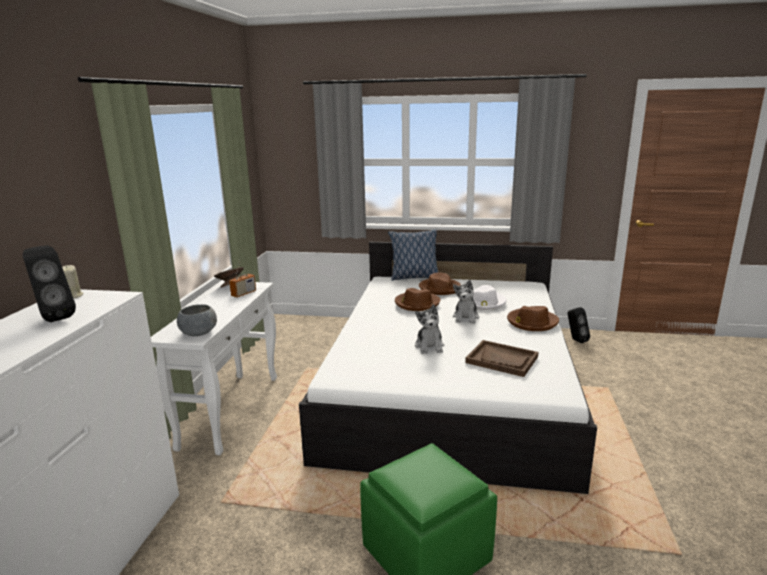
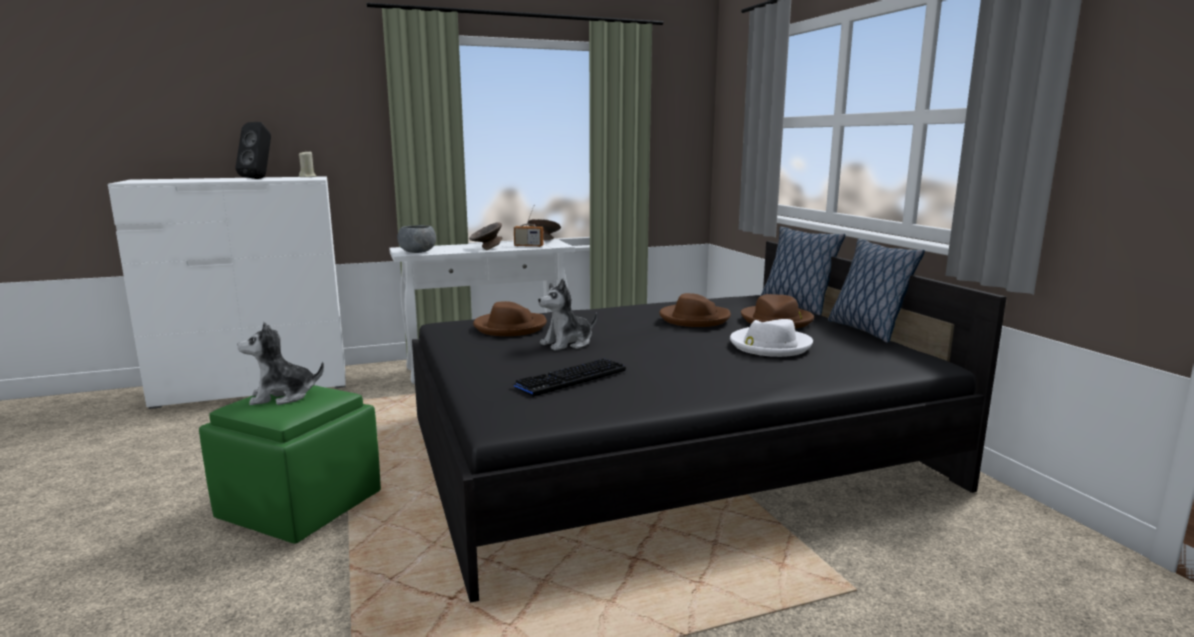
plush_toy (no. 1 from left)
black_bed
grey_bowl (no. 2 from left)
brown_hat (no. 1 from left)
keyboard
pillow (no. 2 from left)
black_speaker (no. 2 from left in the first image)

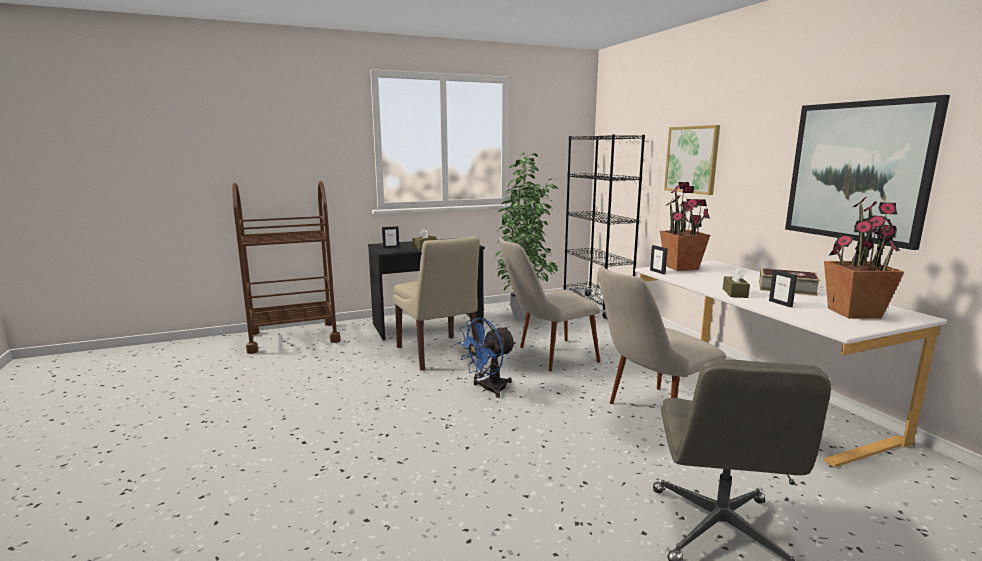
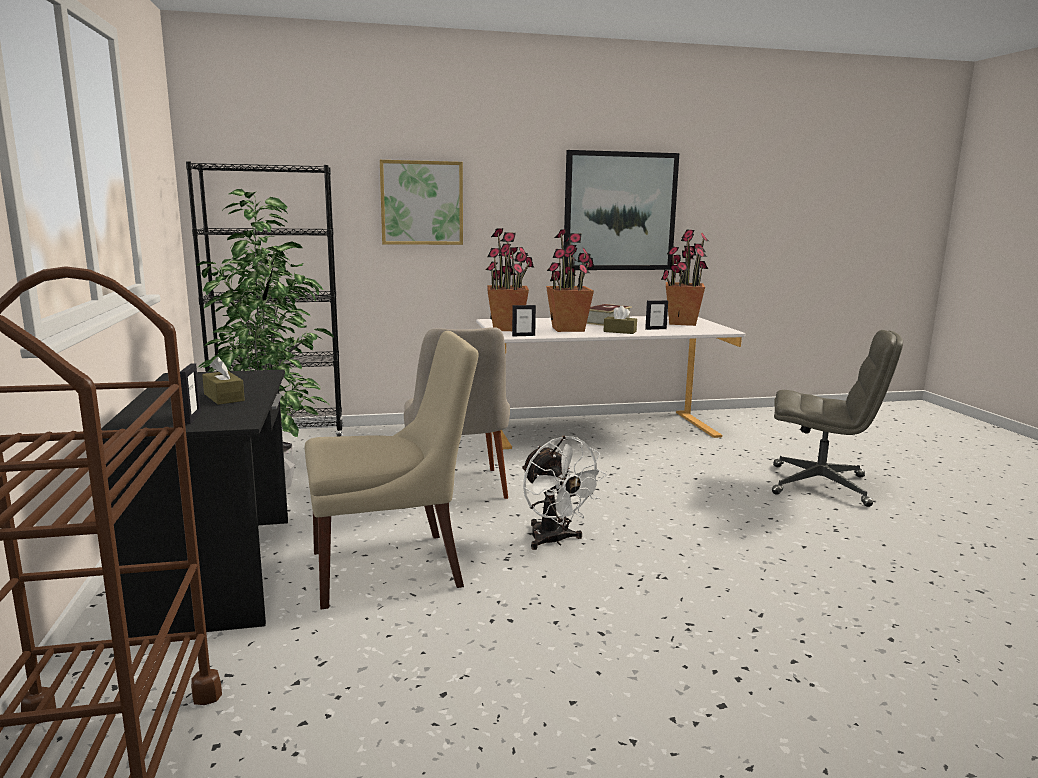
white_fan
potted_plant (no. 3 from left)
beige_chair (no. 3 from left in the first image)

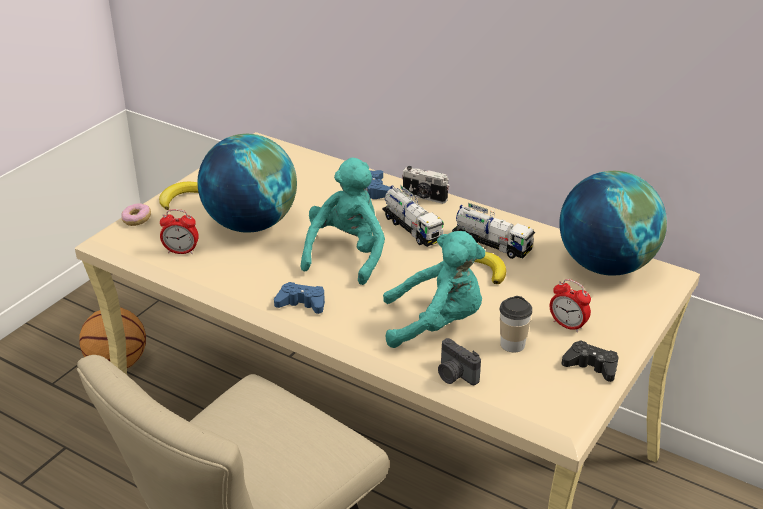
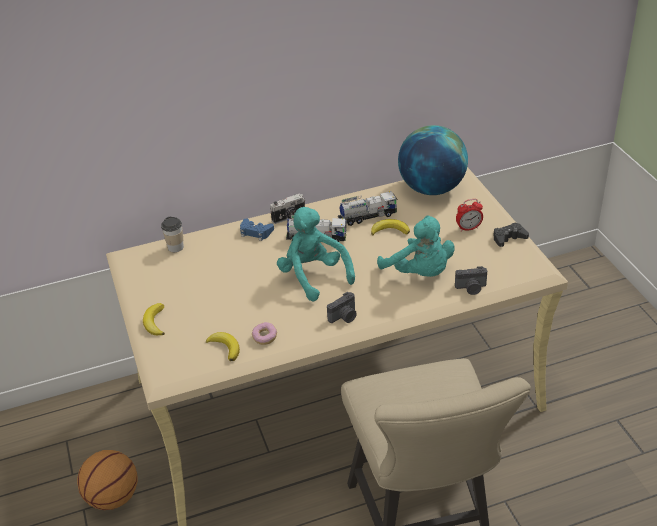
cup
banana (no. 2 from left)
donut
photo_camera (no. 2 from left)
turquoise_plush_toy (no. 2 from left)
globe (no. 1 from left in the first image)

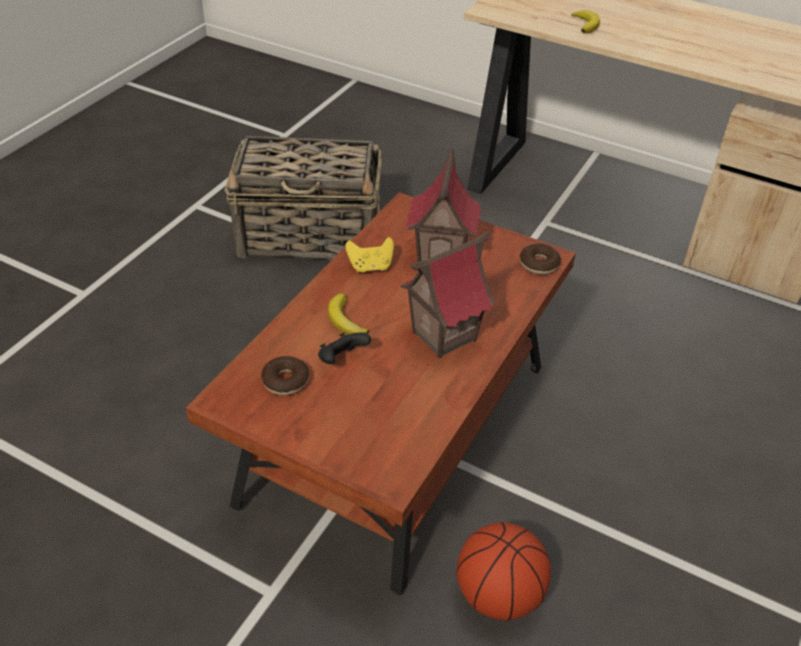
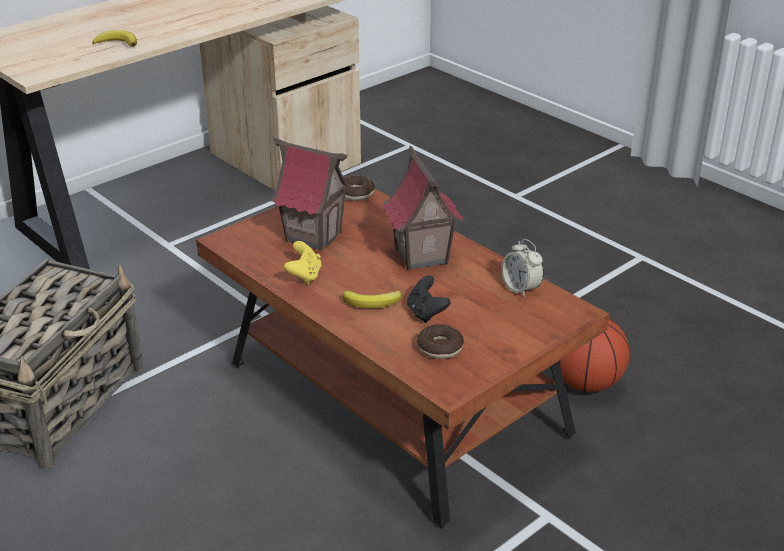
alarm_clock

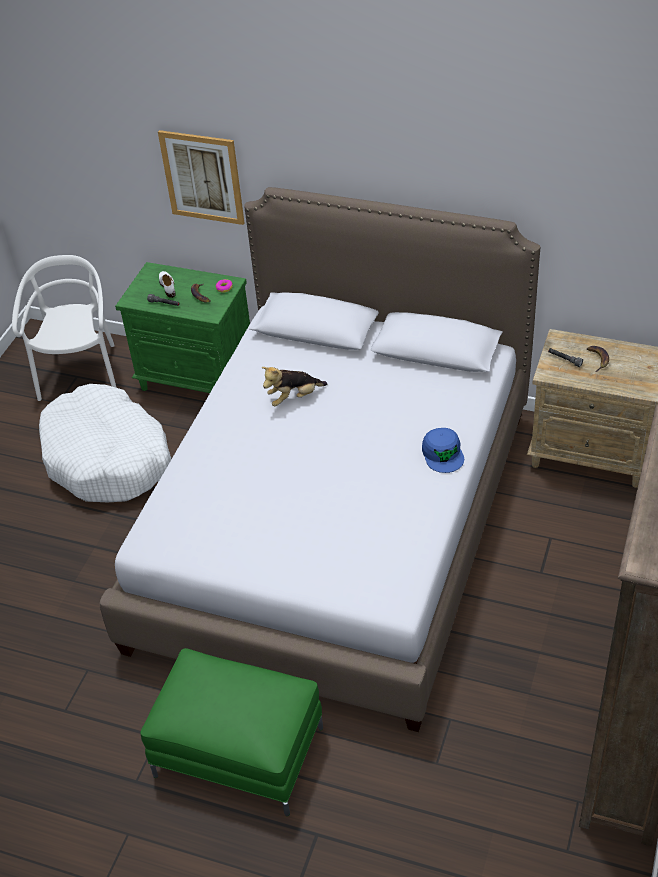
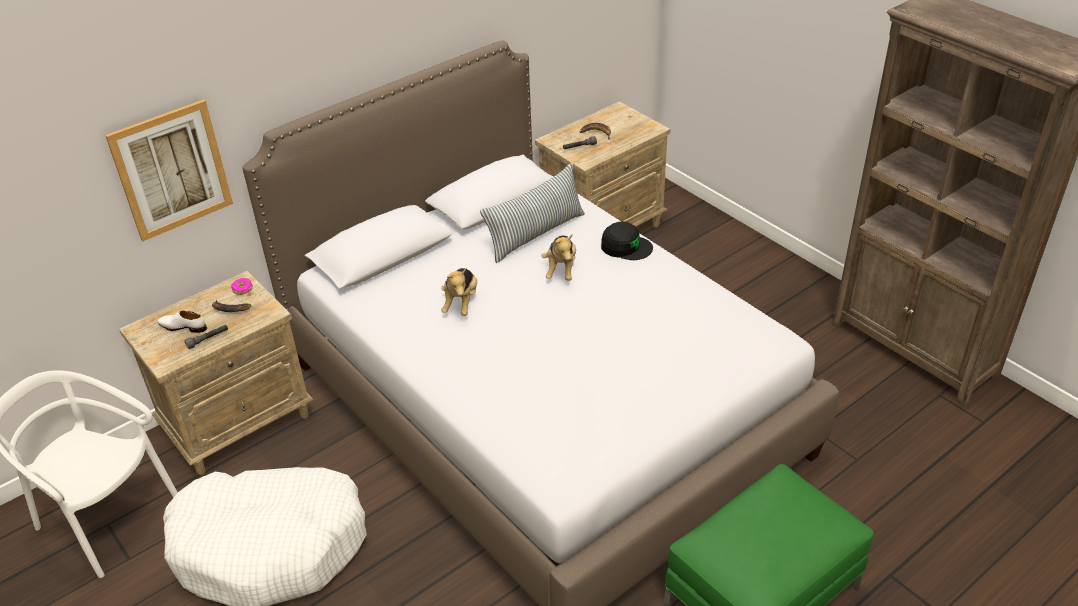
beige_nightstand (no. 1 from left)
pillow
plush_toy (no. 2 from left)
black_cap

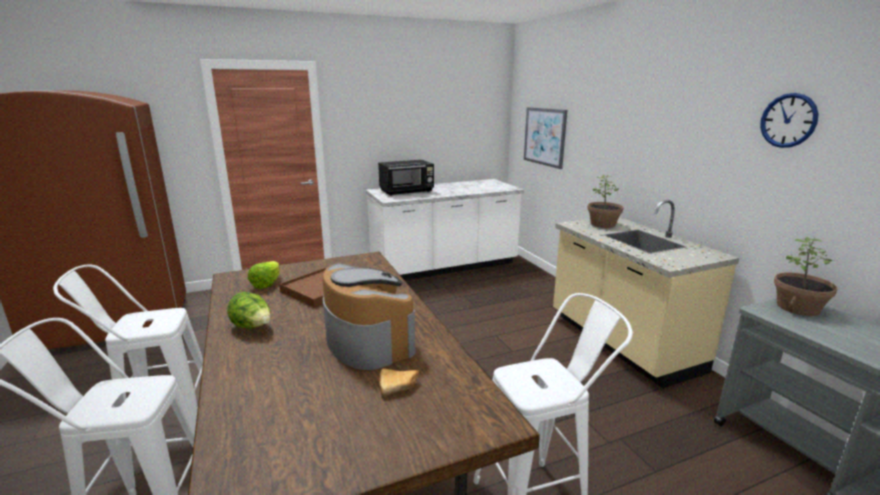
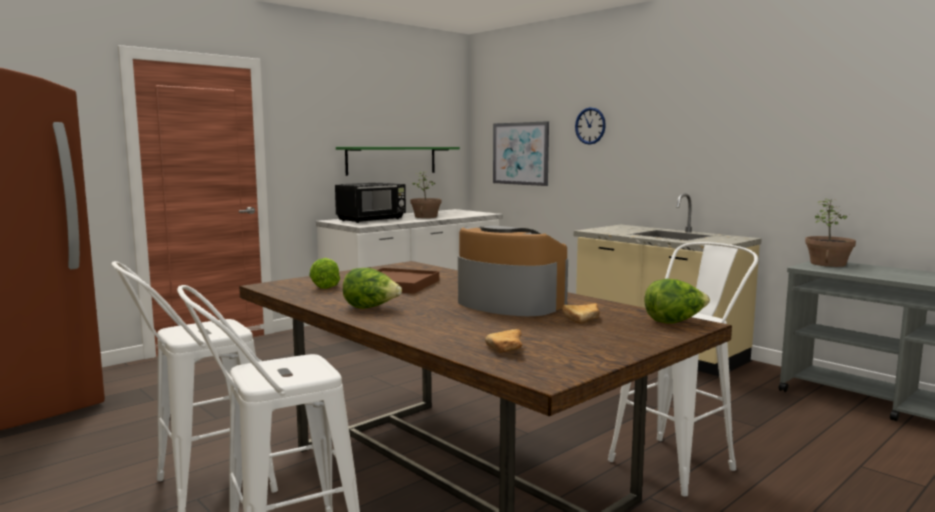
green_shelf
potted_plant (no. 1 from left)
bread (no. 1 from left)
wall_clock
lettuce (no. 3 from left)

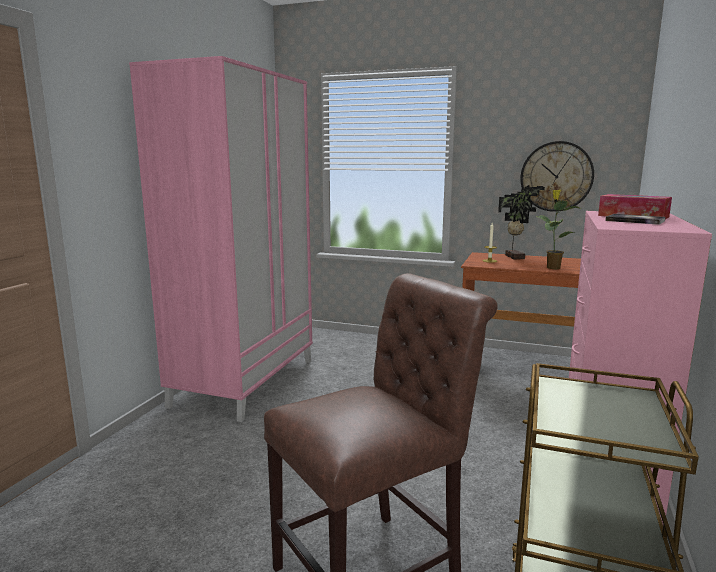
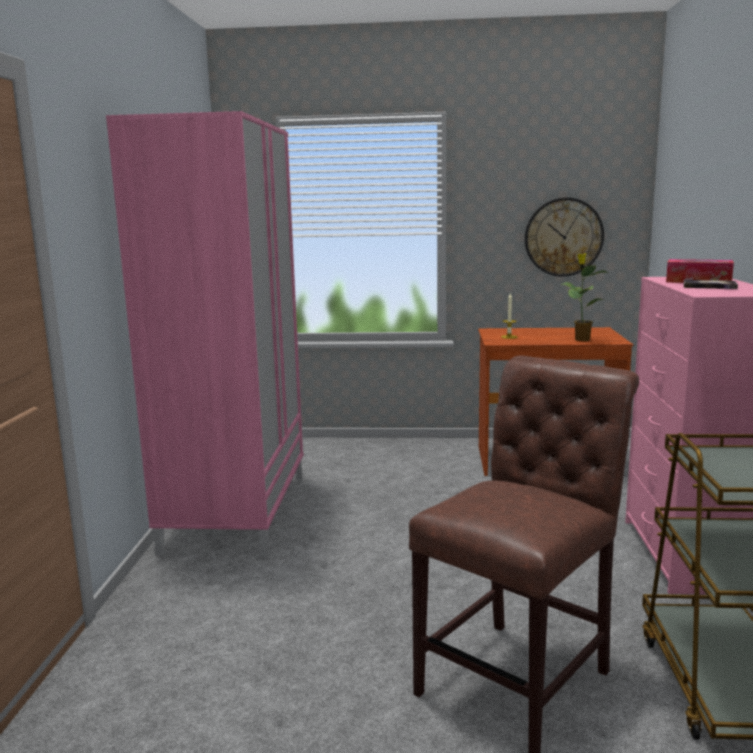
potted_plant (no. 1 from left in the first image)

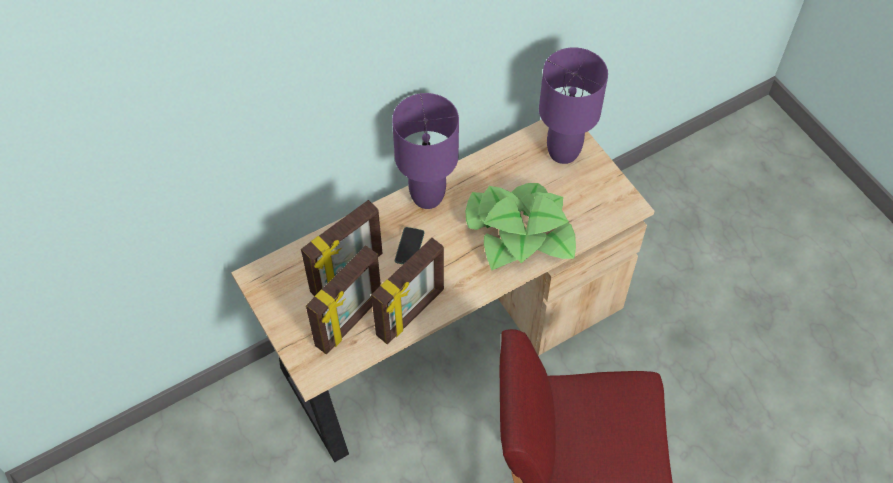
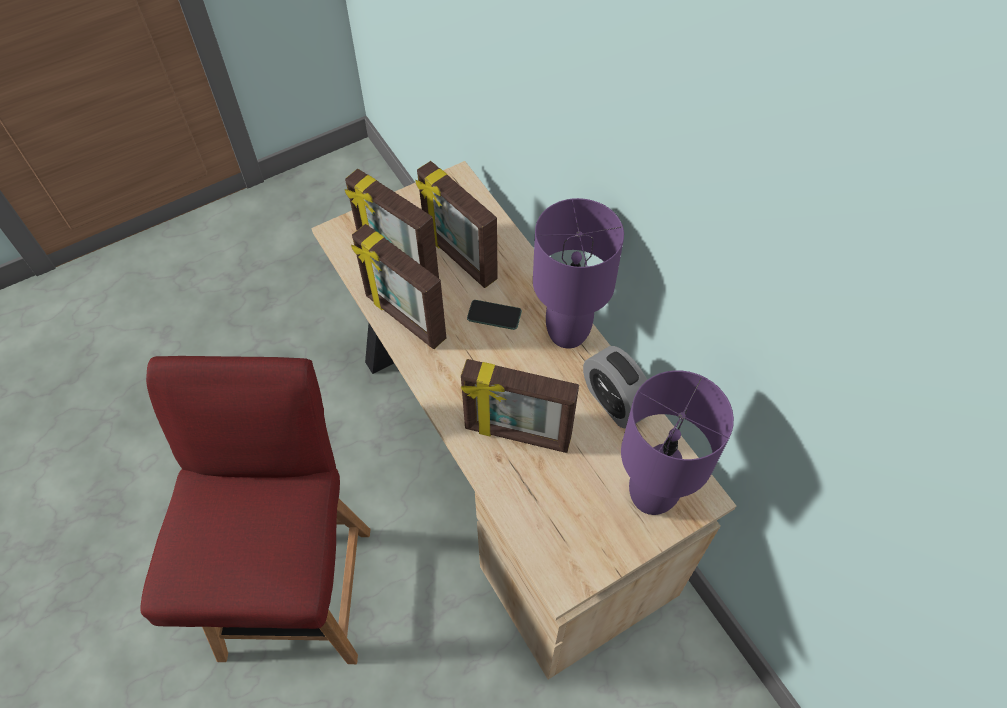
picture_frame (no. 4 from left)
alarm_clock

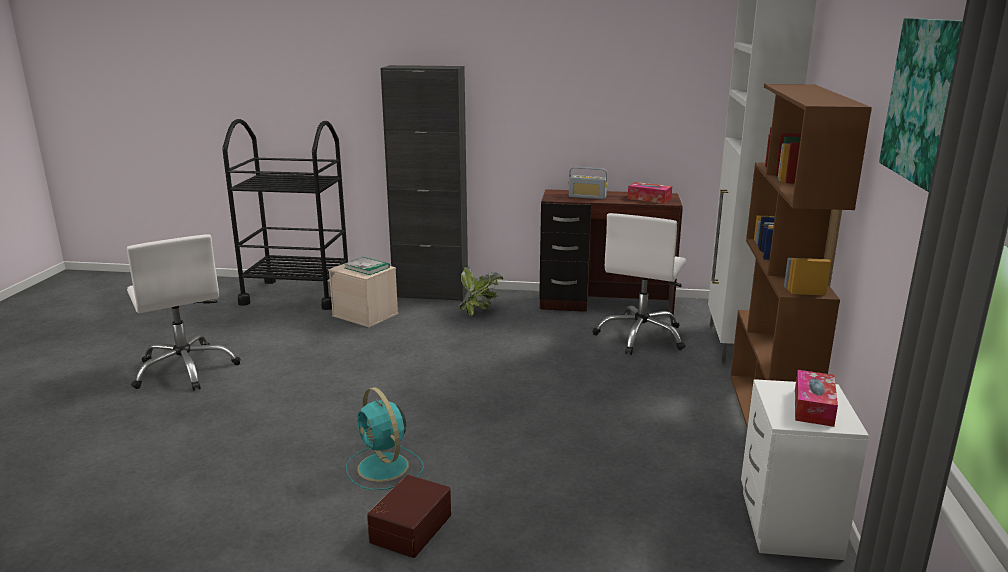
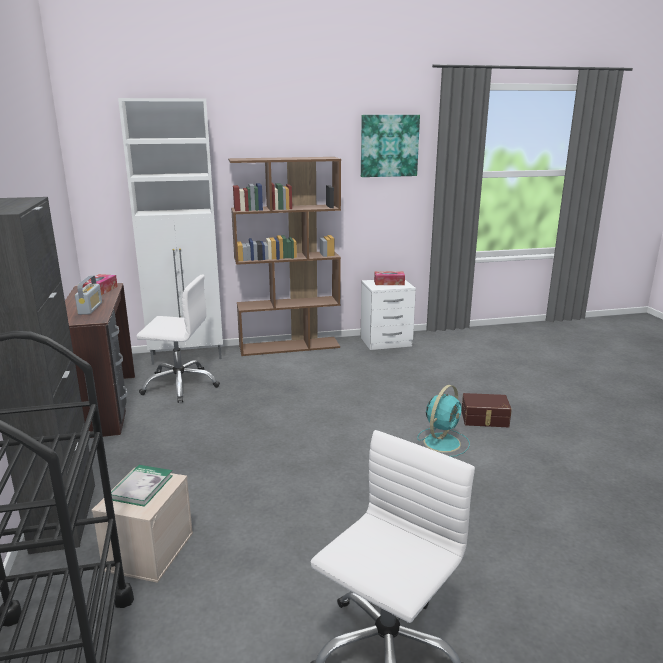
potted_plant

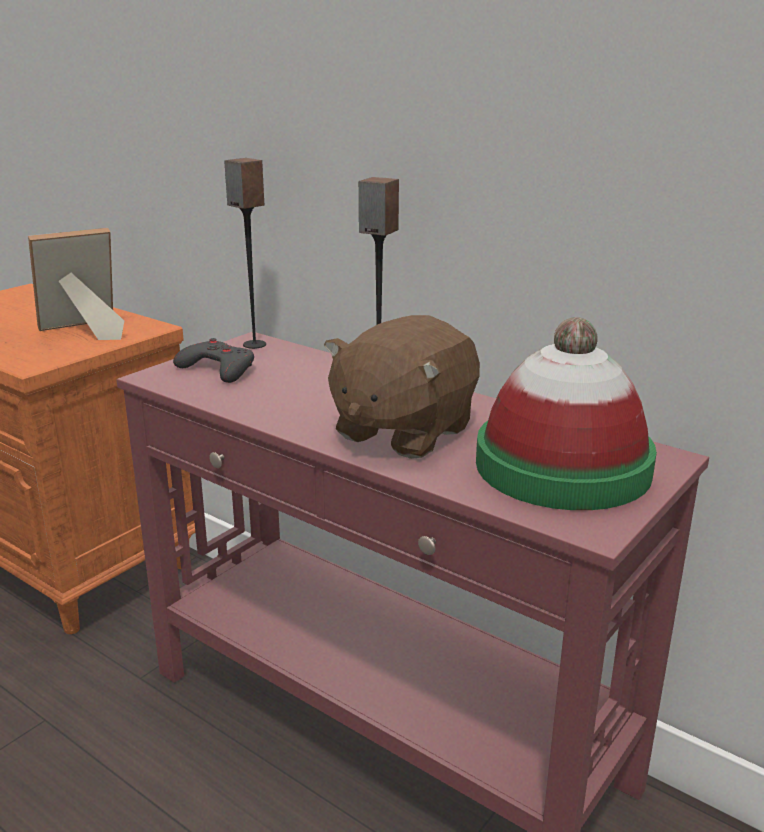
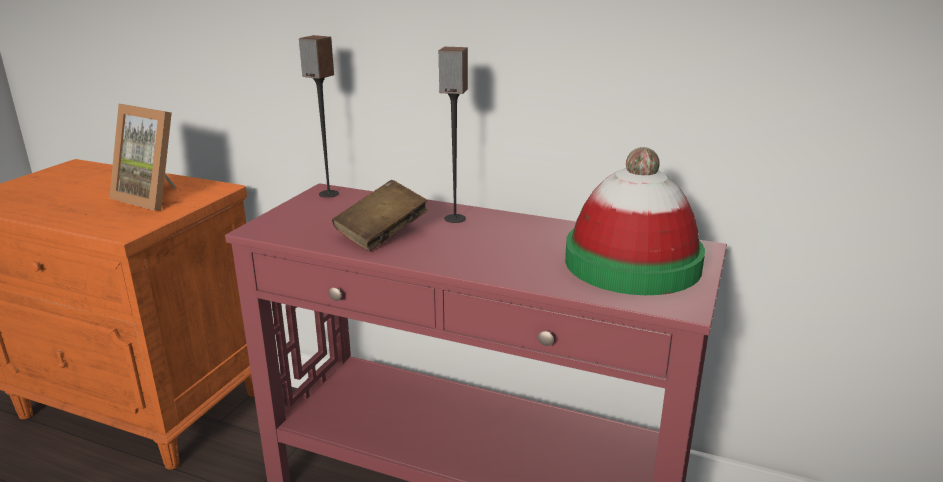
picture_frame
brown_book
grey_game_controller
brown_plush_toy

